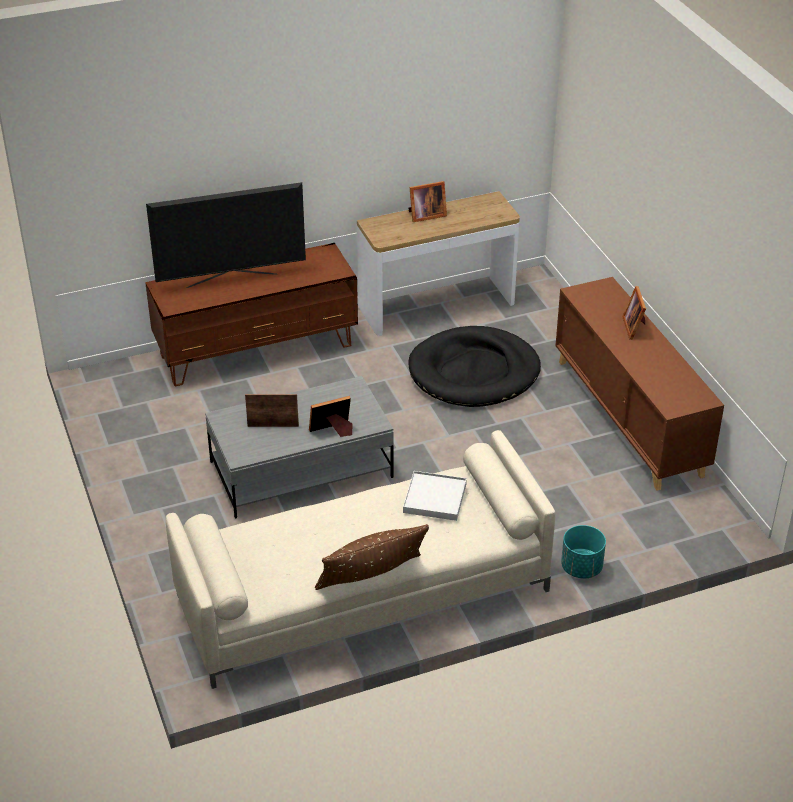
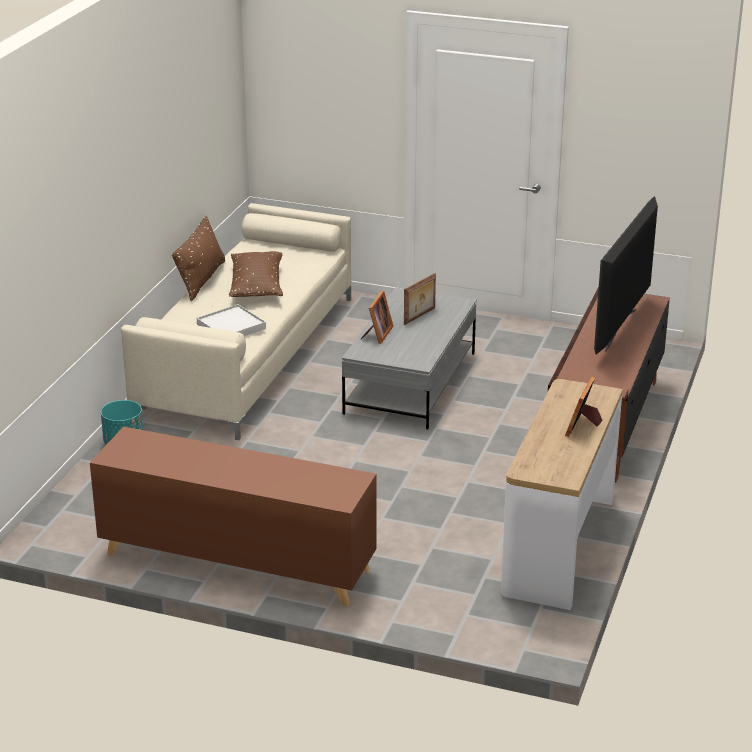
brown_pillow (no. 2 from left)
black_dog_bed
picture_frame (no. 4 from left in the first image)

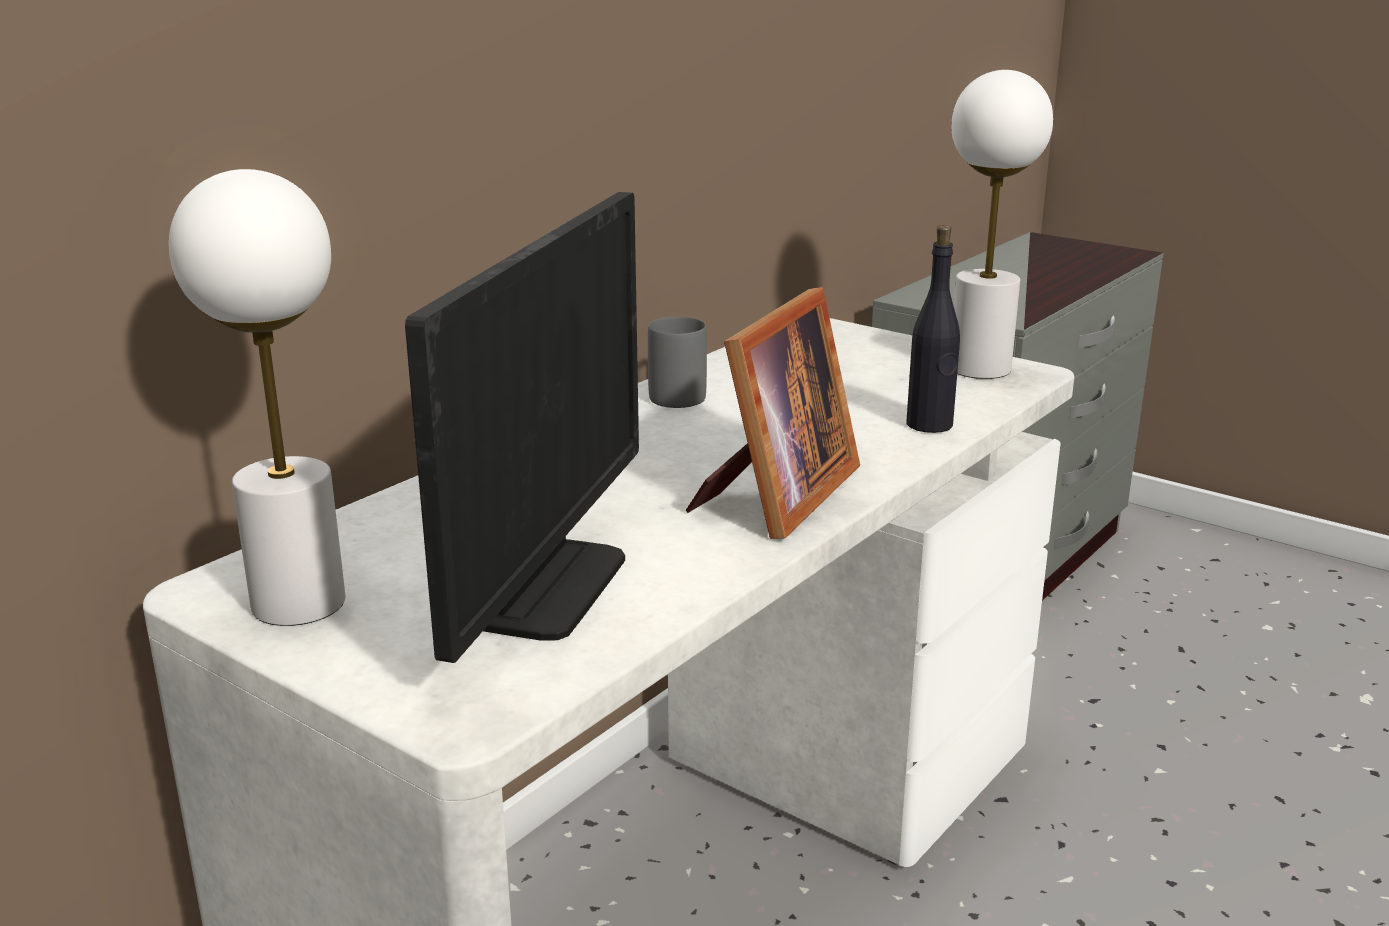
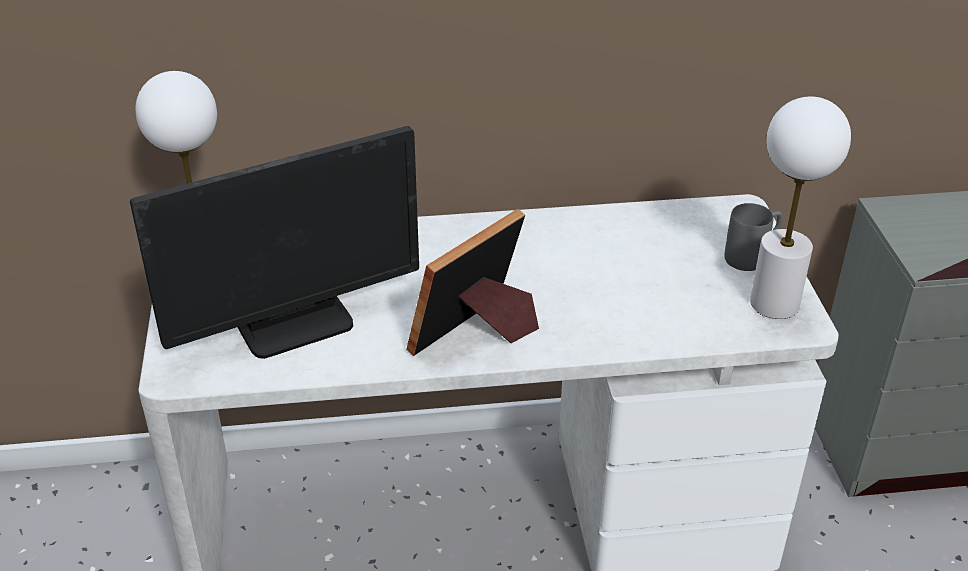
picture_frame
grey_mug
black_bottle

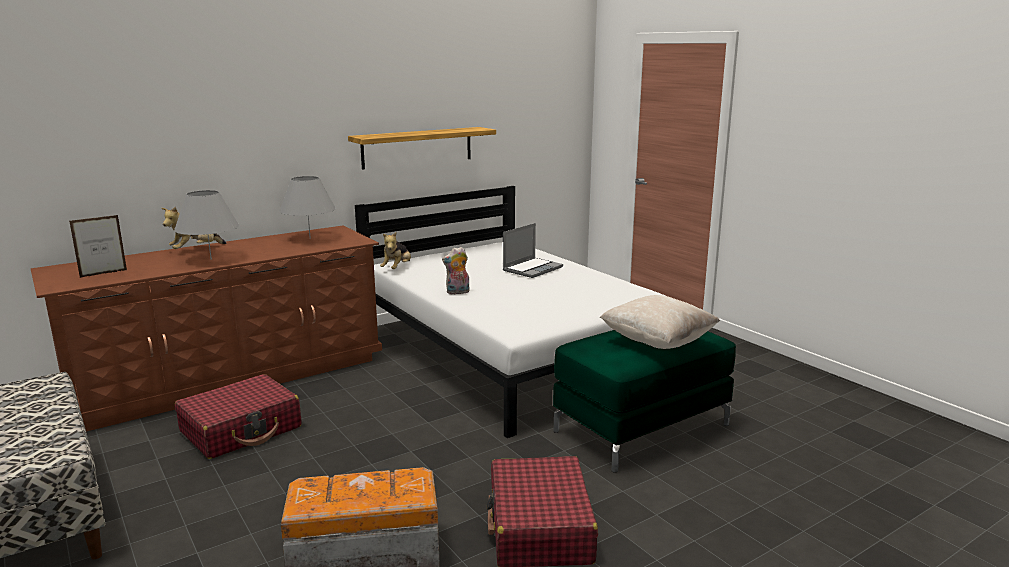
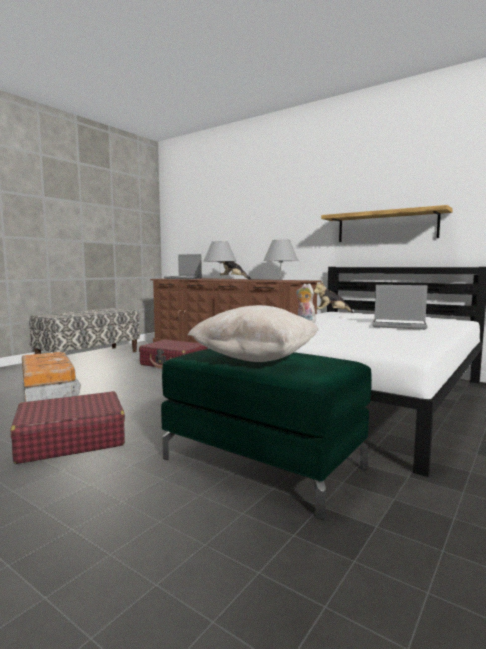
laptop (no. 1 from left)

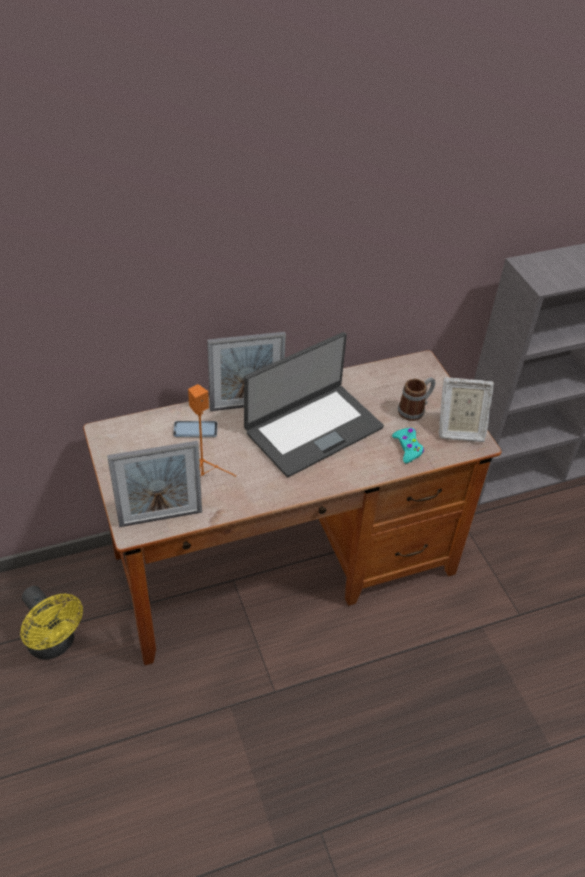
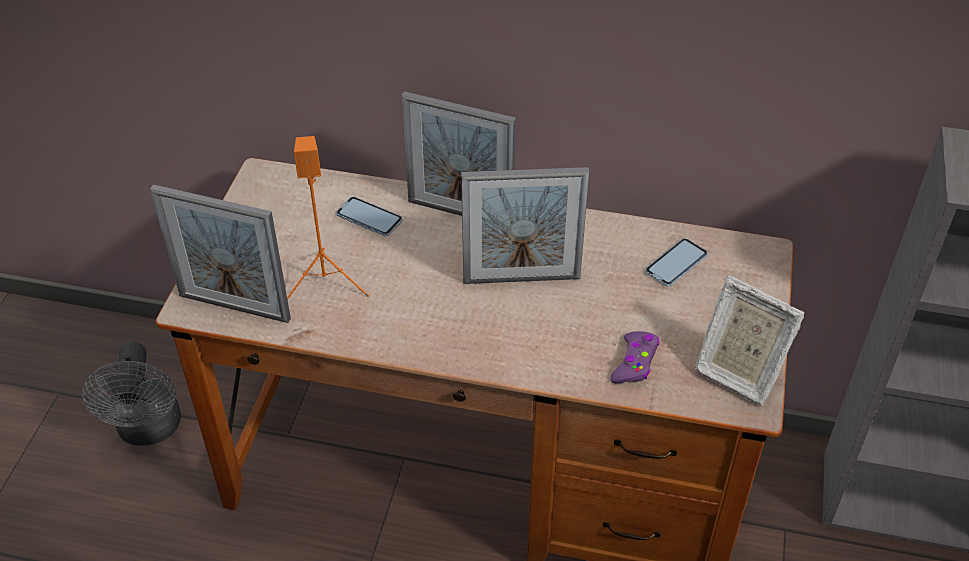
grey_fan
picture_frame (no. 3 from left)
purple_game_controller
phone (no. 2 from left)
mug

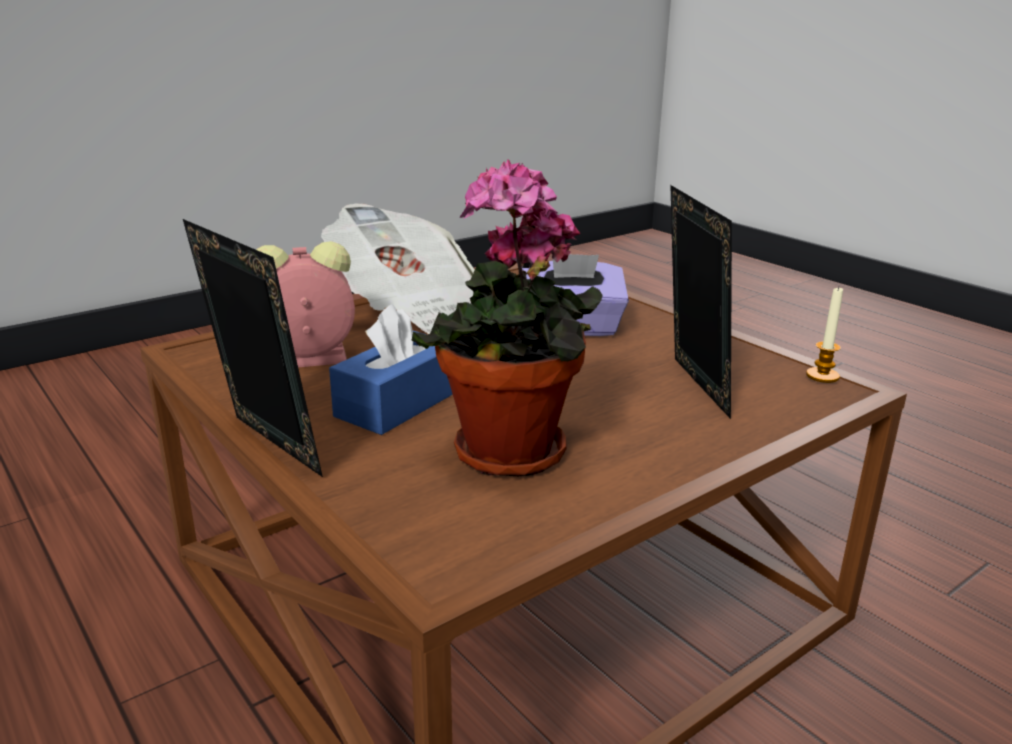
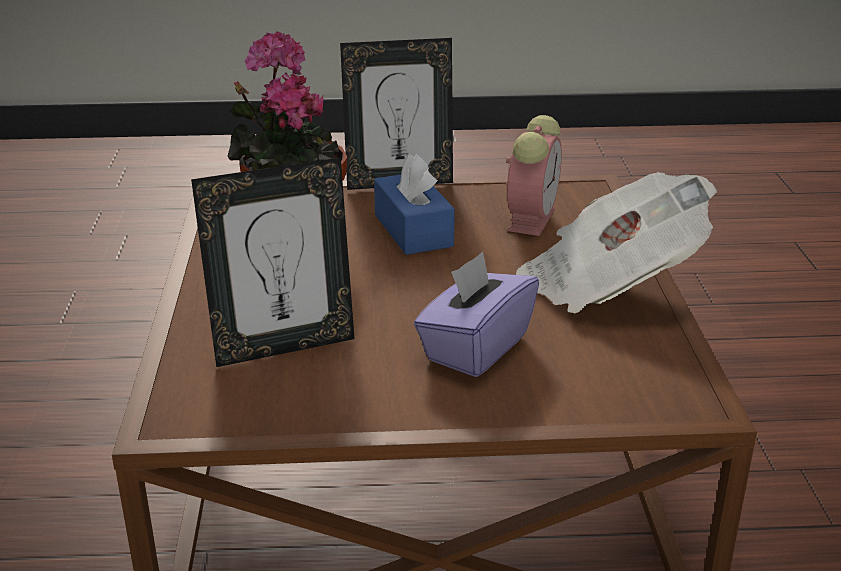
picture_frame (no. 1 from left)
candle

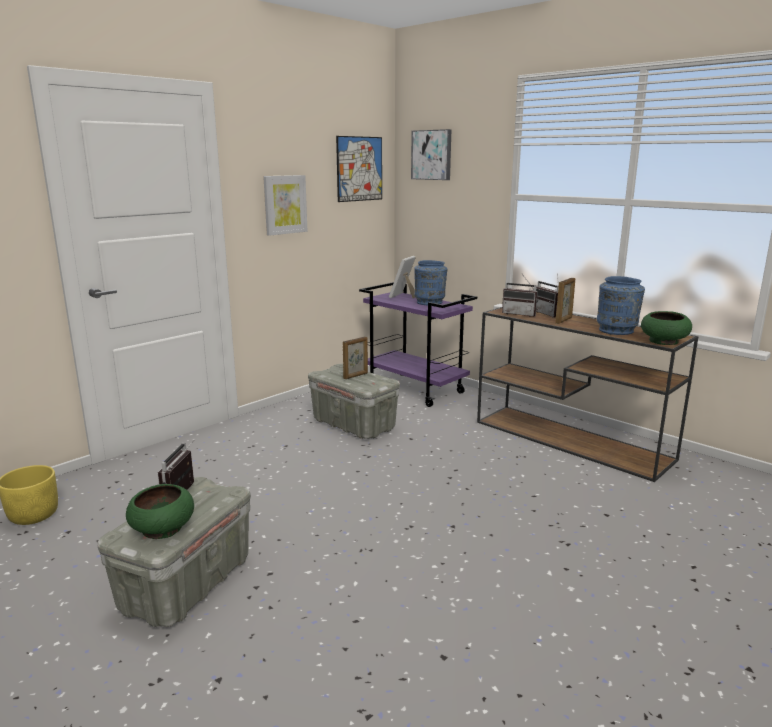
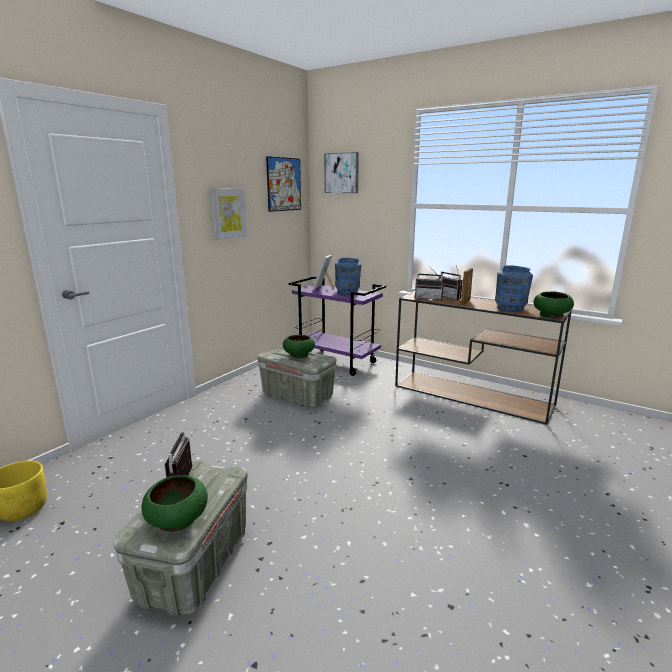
green_bowl (no. 2 from left)

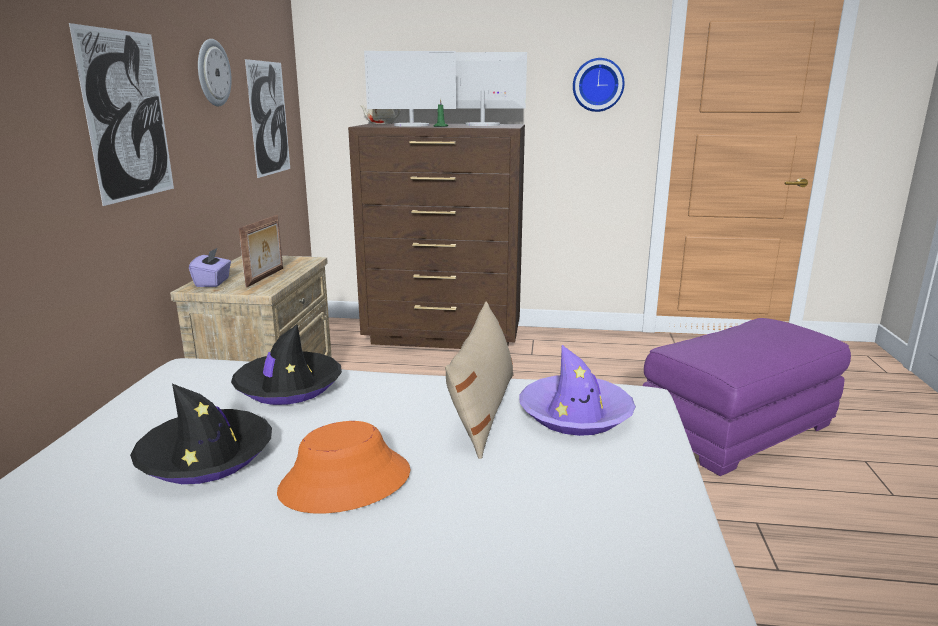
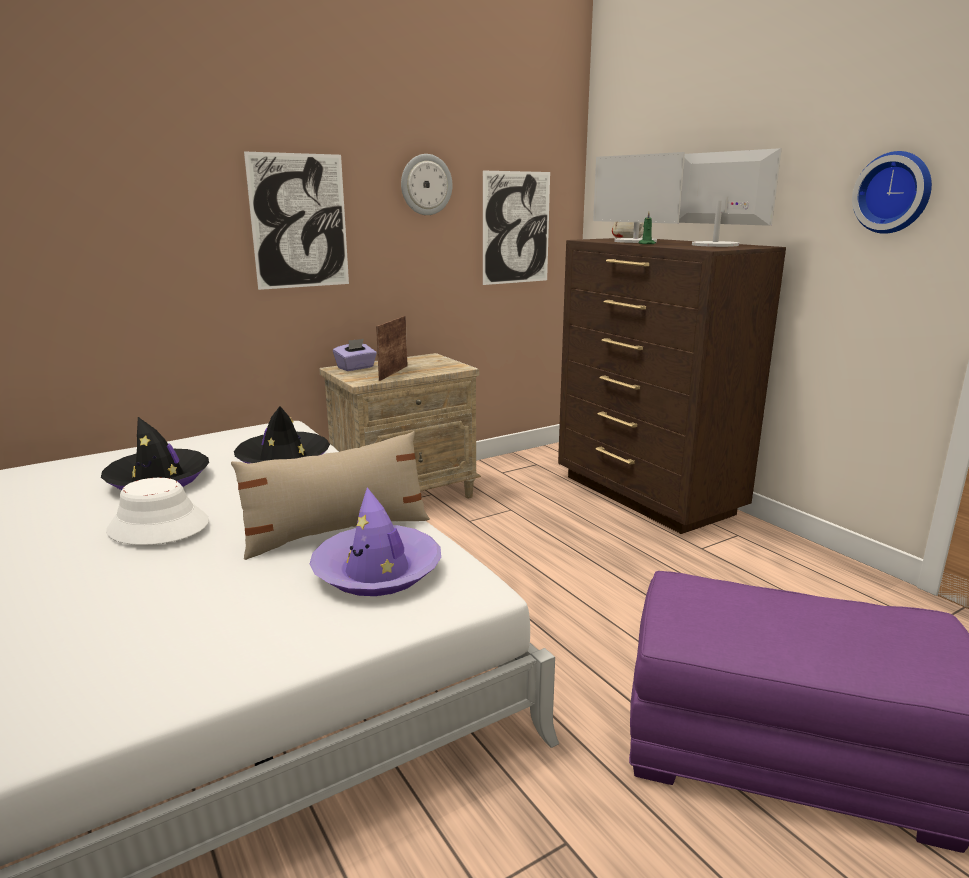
white_hat
picture_frame

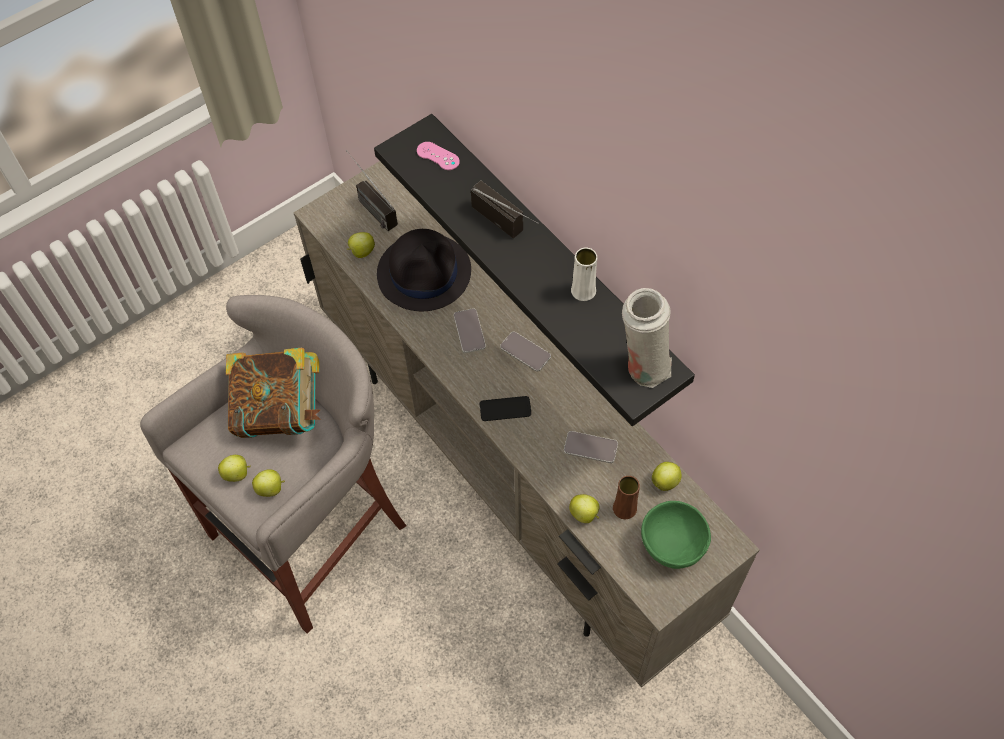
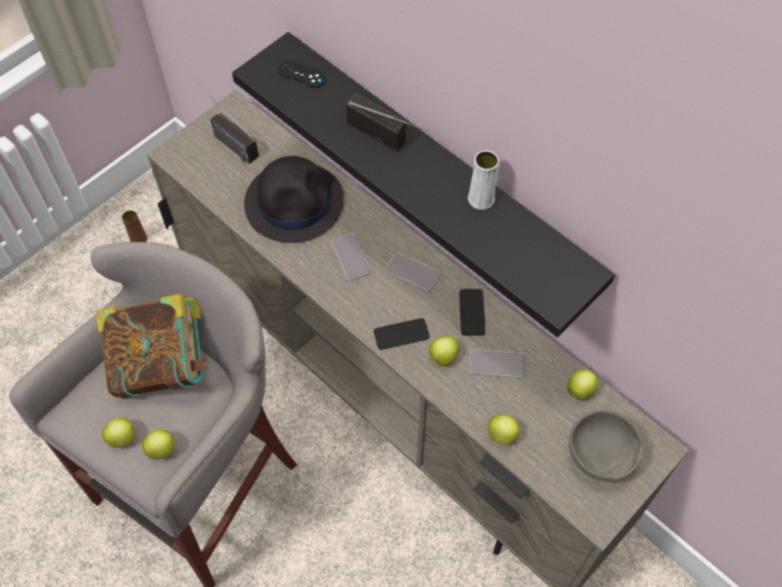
brown_vase
black_game_controller
apple (no. 3 from left)
phone (no. 4 from left)
grey_bowl
white_vase (no. 2 from left in the first image)

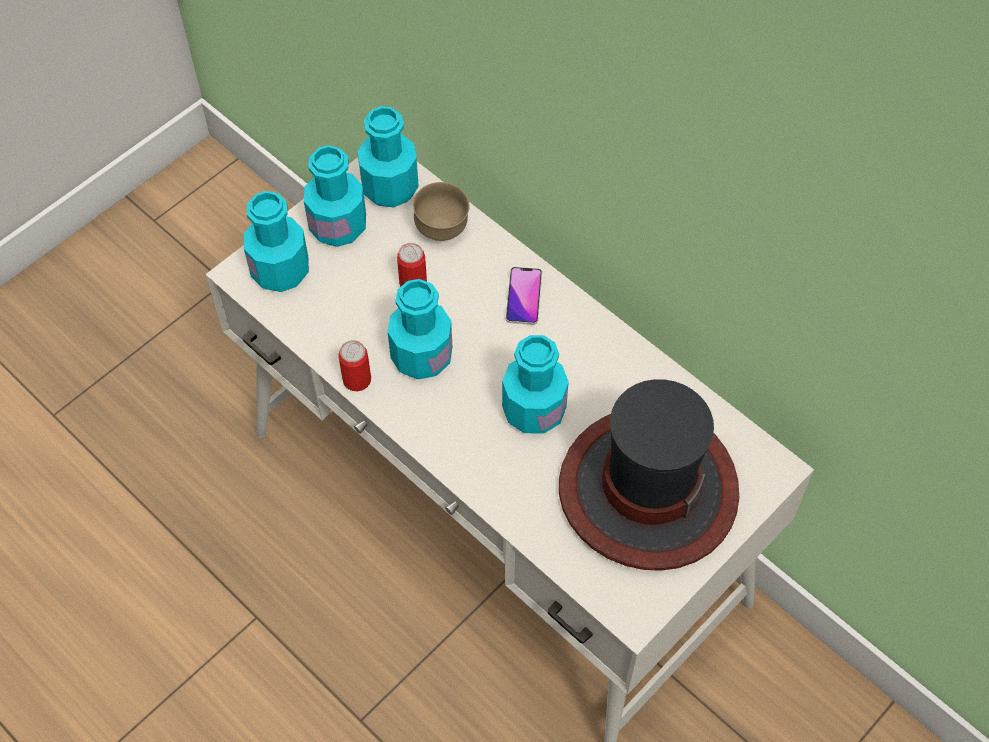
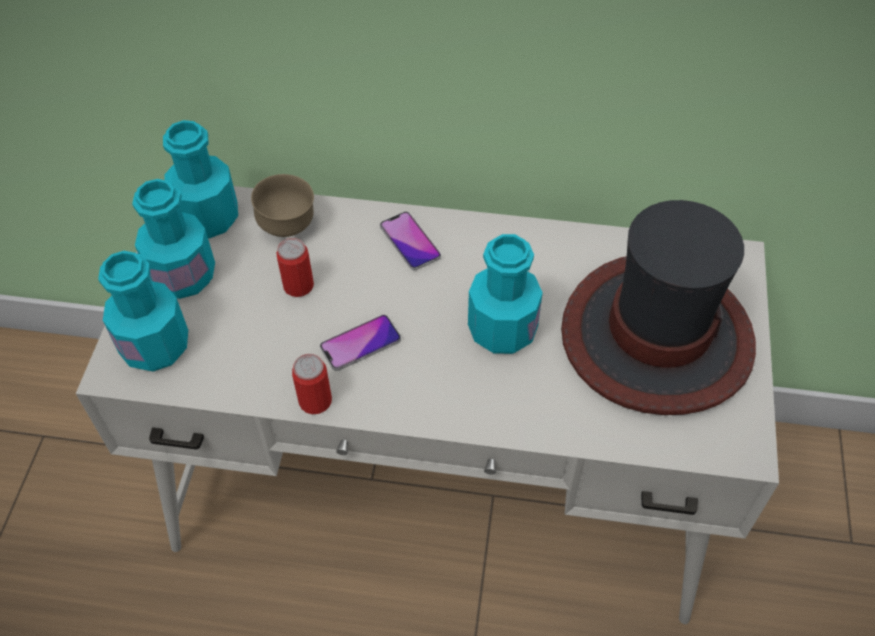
phone (no. 1 from left)

